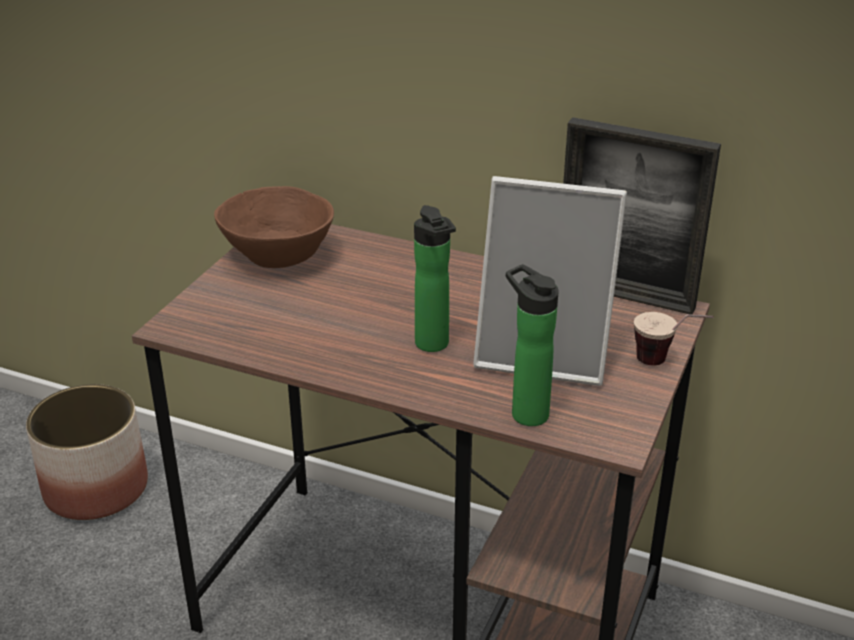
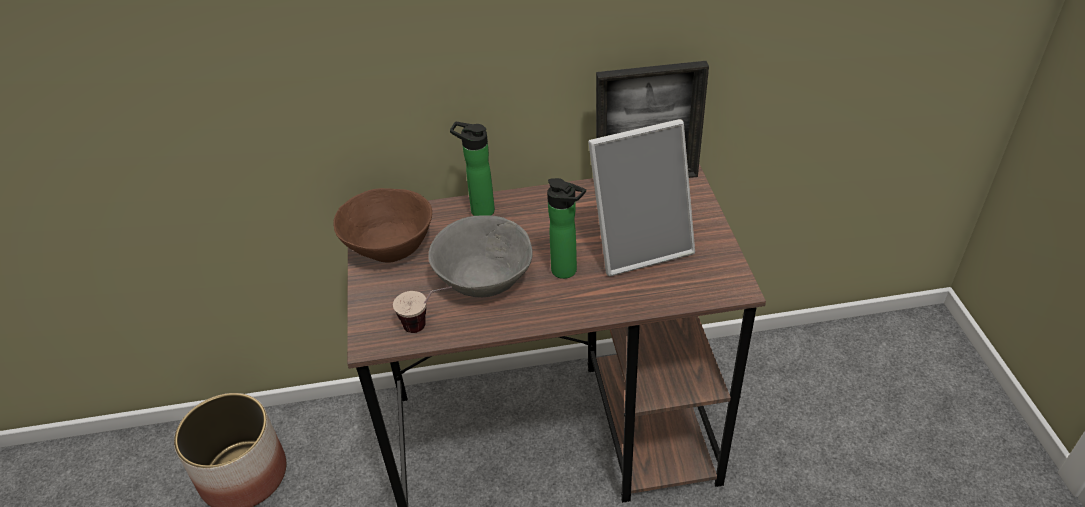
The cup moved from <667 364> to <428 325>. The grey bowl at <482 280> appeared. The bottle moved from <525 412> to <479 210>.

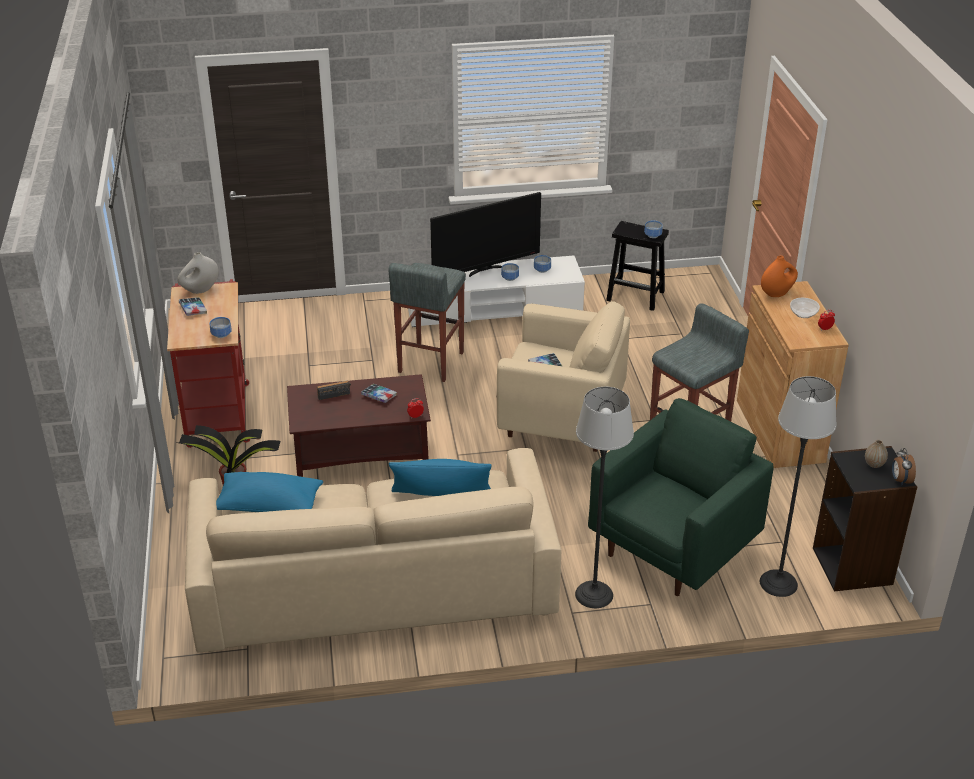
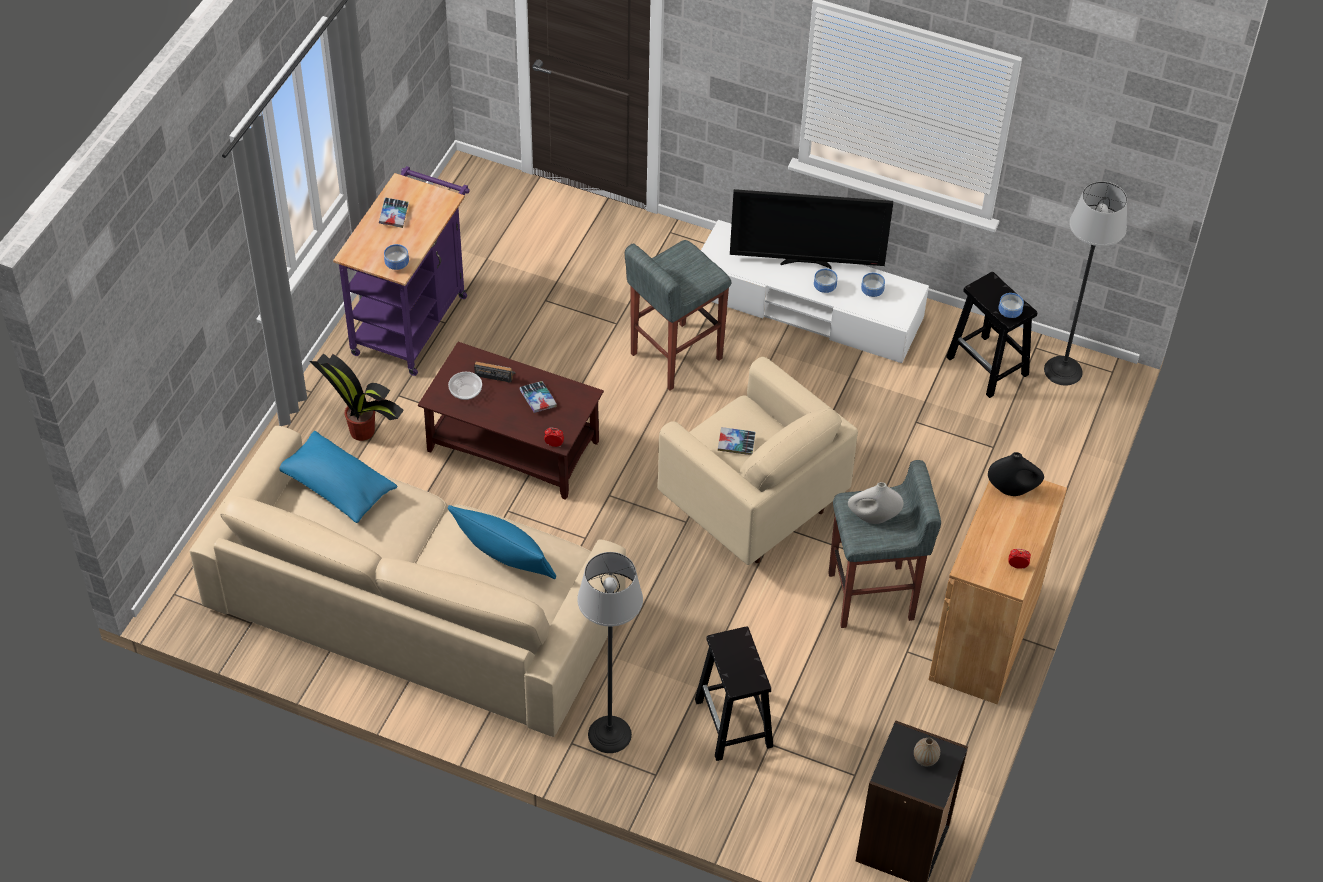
The red cart at <217 410> became the purple cart at <412 319>. The bowl moved from <803 314> to <465 392>. The green armchair at <674 549> was replaced by the black stool at <734 724>. The white vase moved from <200 290> to <873 518>. The orange vase at <777 293> became the black vase at <1012 489>. The floor lamp moved from <778 583> to <1063 370>. The alarm clock at <900 480> disappeared.

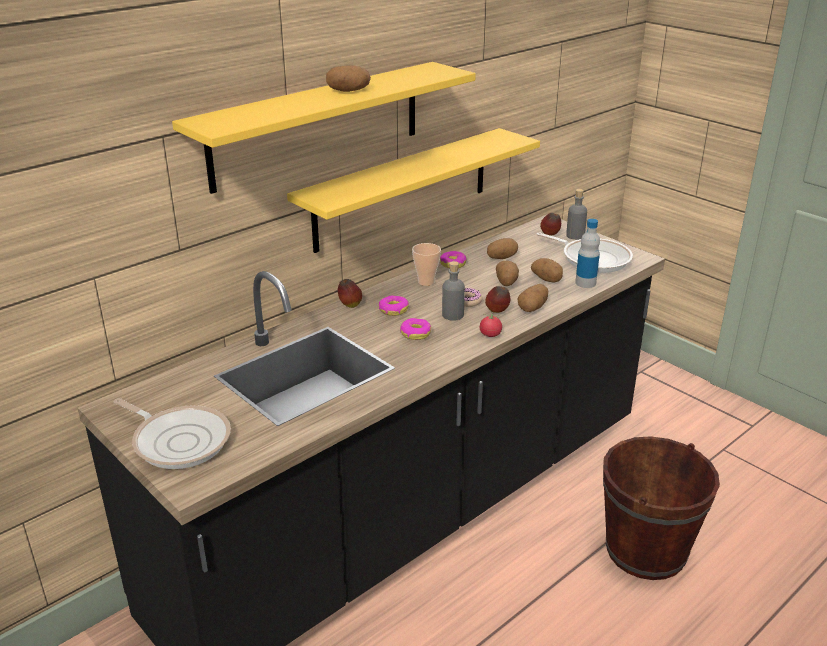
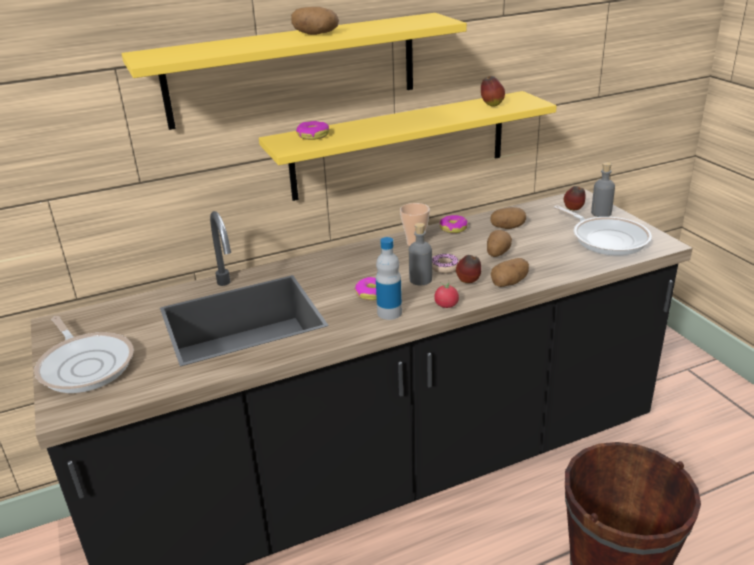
The donut moved from <393 310> to <313 135>. The bottle moved from <585 283> to <389 313>. The apple moved from <349 305> to <491 105>. The potato at <547 279> disappeared.

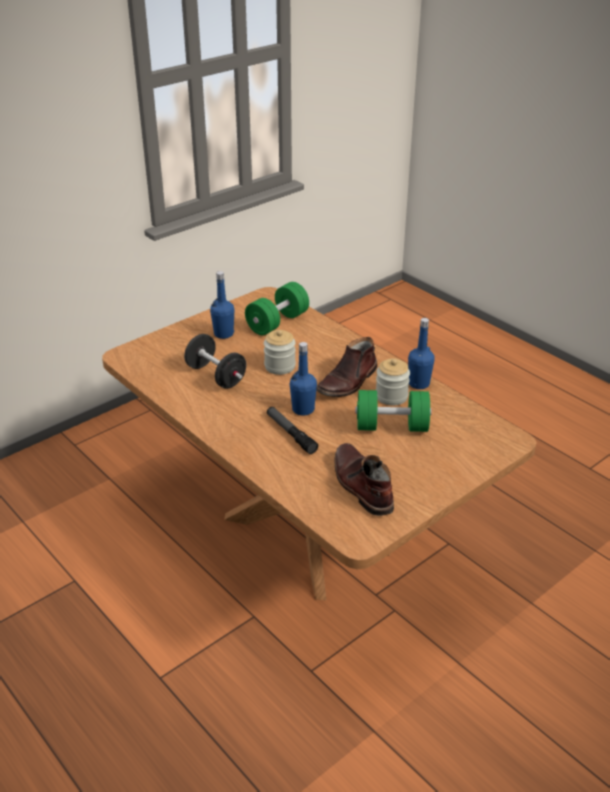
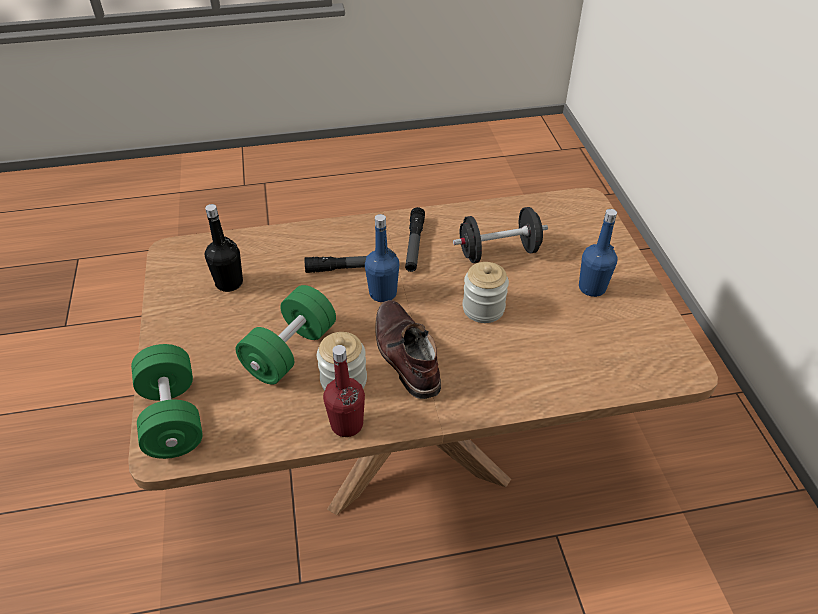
The green dumbbell moved from <277 322> to <172 417>. The brown boot at <361 485> was replaced by the black bottle at <229 283>. The blue bottle at <419 383> became the red bottle at <347 424>. The flashlight at <414 245> appeared.

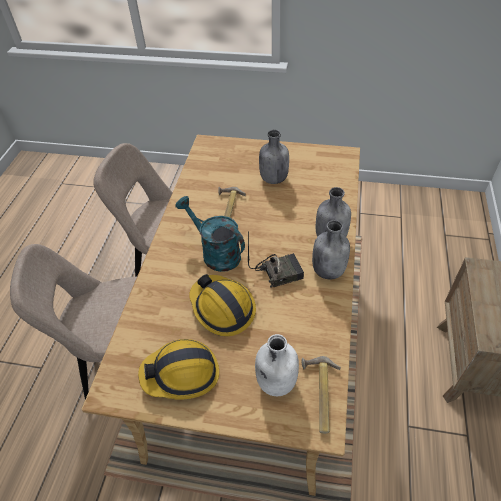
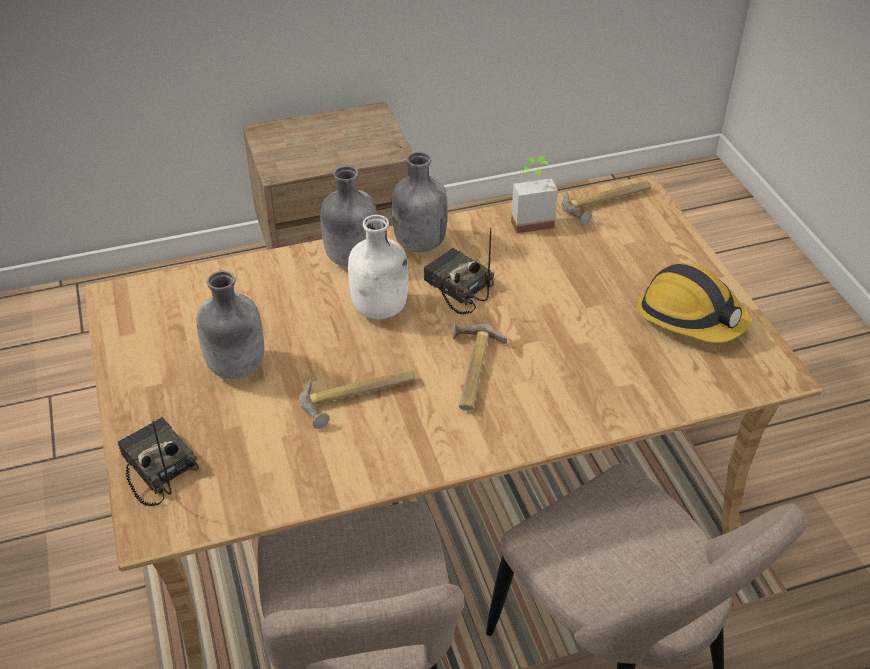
The radio at <156 468> appeared. The white bottle moved from <275 382> to <381 309>. The turquoise watering can at <216 253> was replaced by the hammer at <470 370>. The potted plant at <530 219> appeared. The hard hat at <222 308> disappeared.

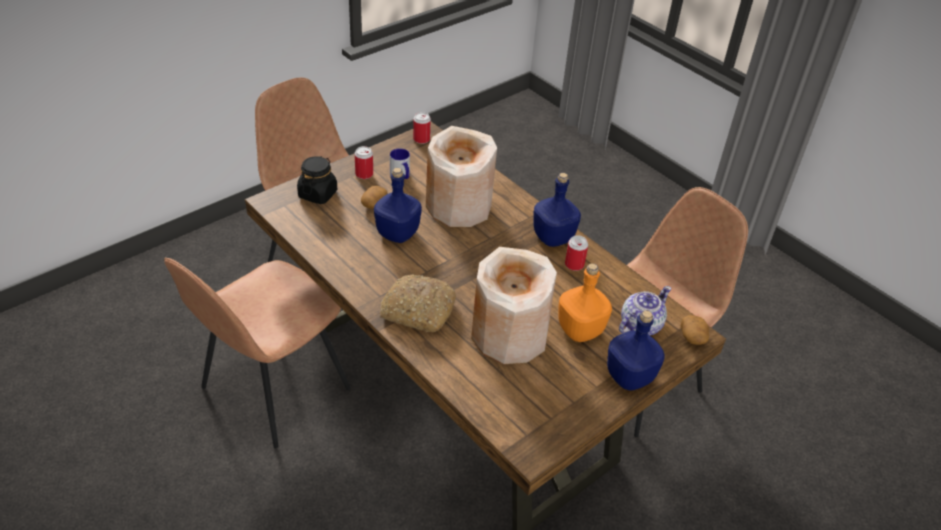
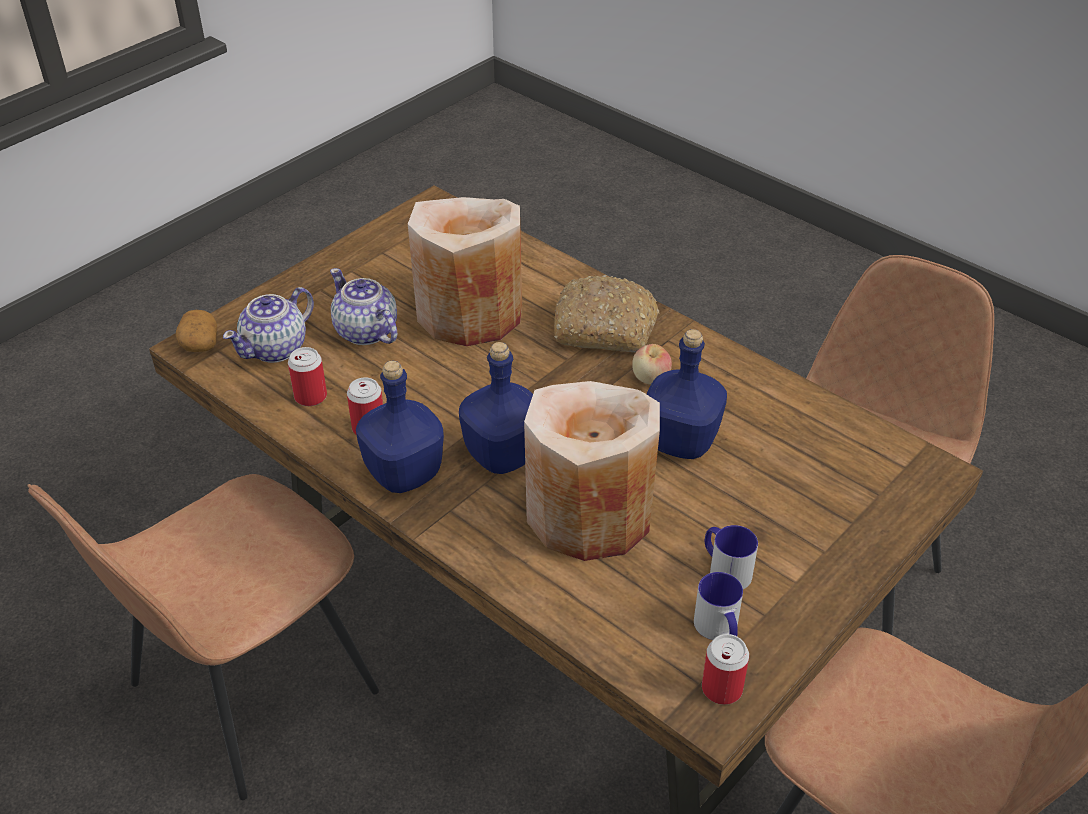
The can moved from <364 174> to <310 396>. The orange bottle at <581 329> was replaced by the teapot at <366 332>. The blue bottle moved from <628 377> to <504 454>. The apple at <650 378> appeared. The mug at <718 630> appeared. The black jar at <318 194> disappeared. The potato at <374 204> disappeared.

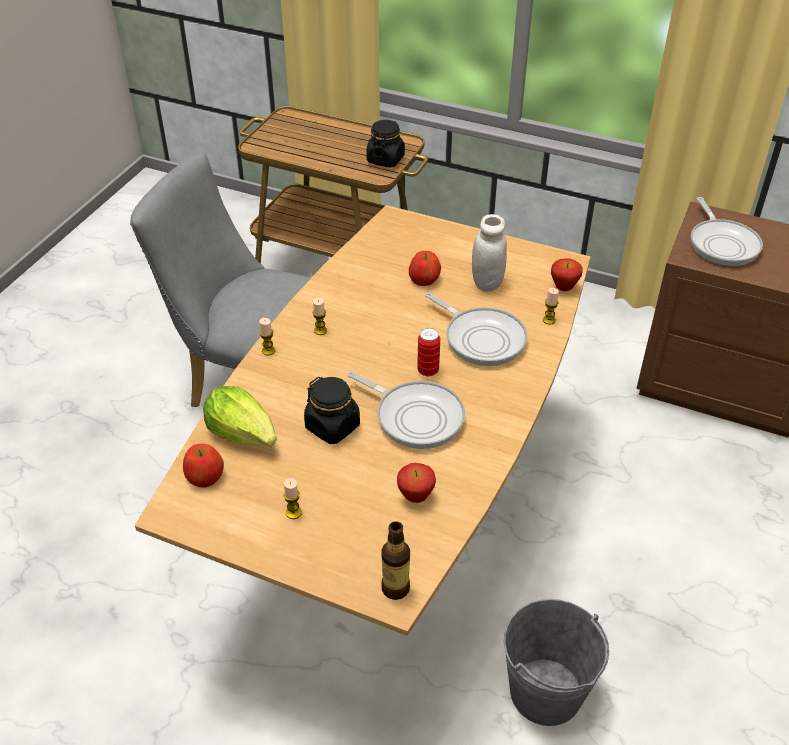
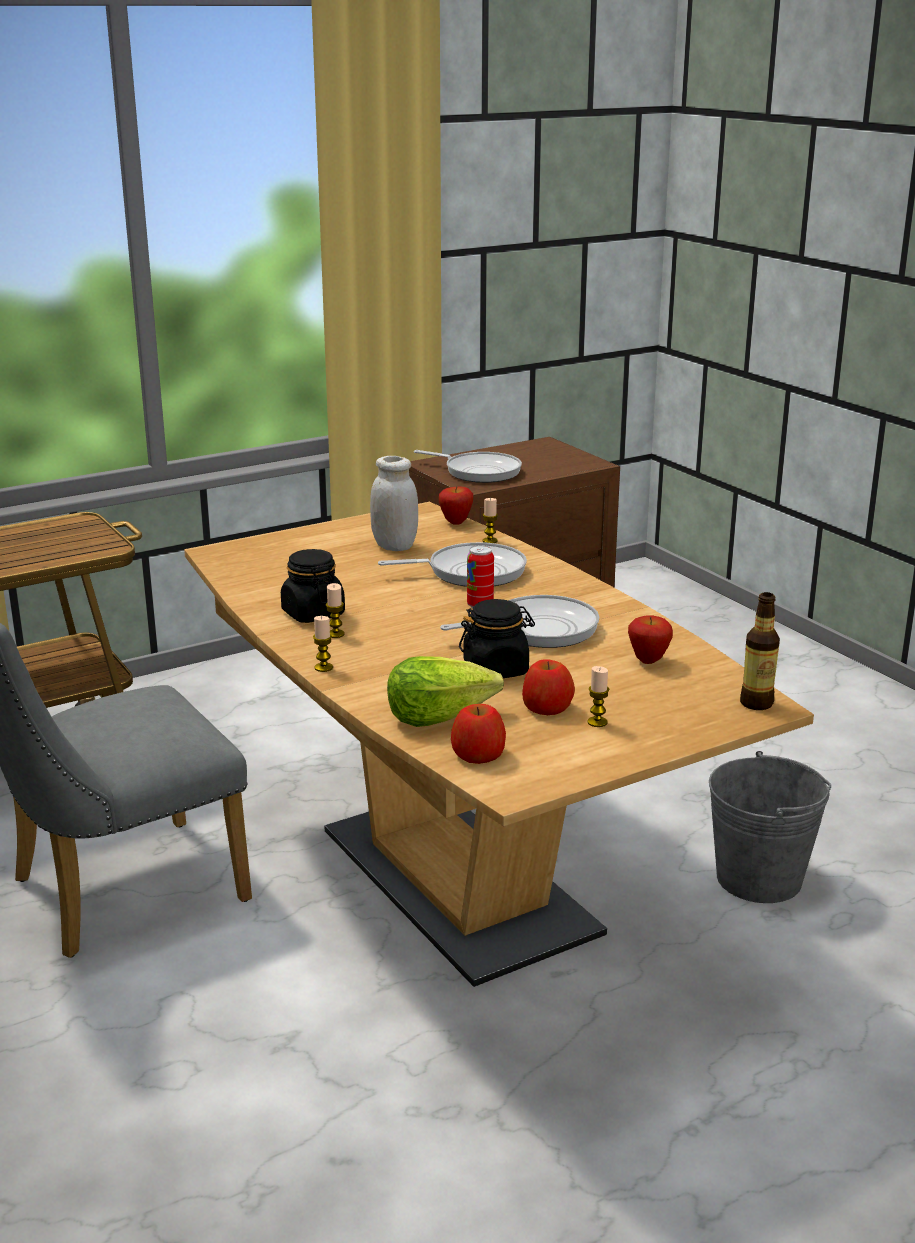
The black jar moved from <385 159> to <313 613>. The apple moved from <424 279> to <547 707>.

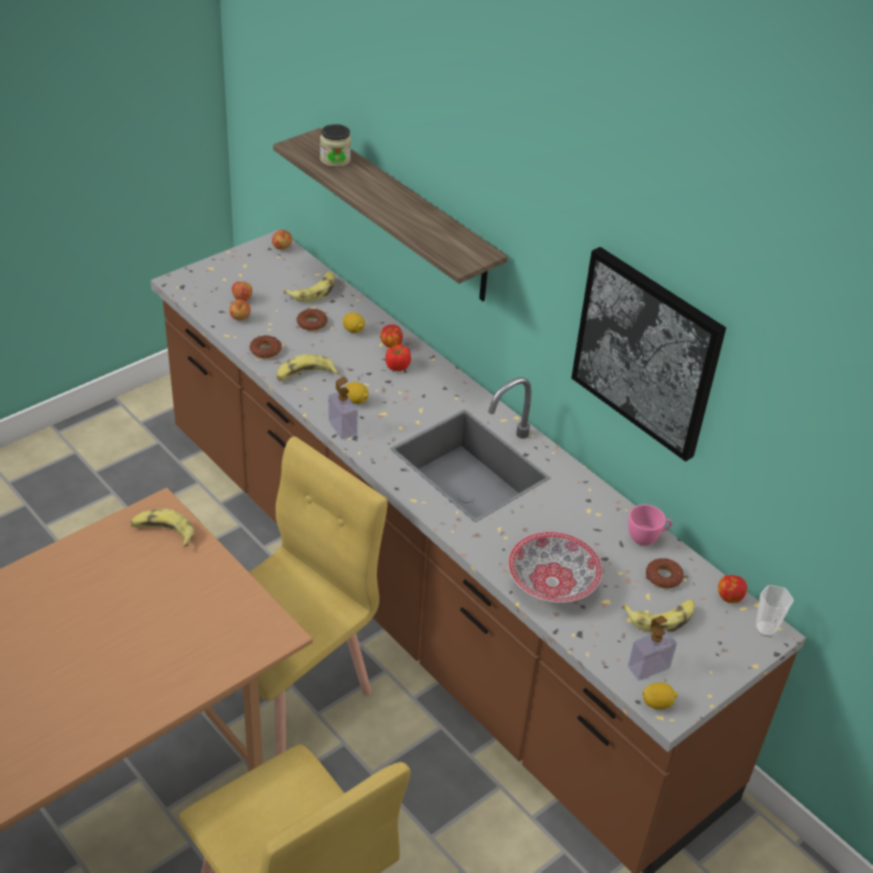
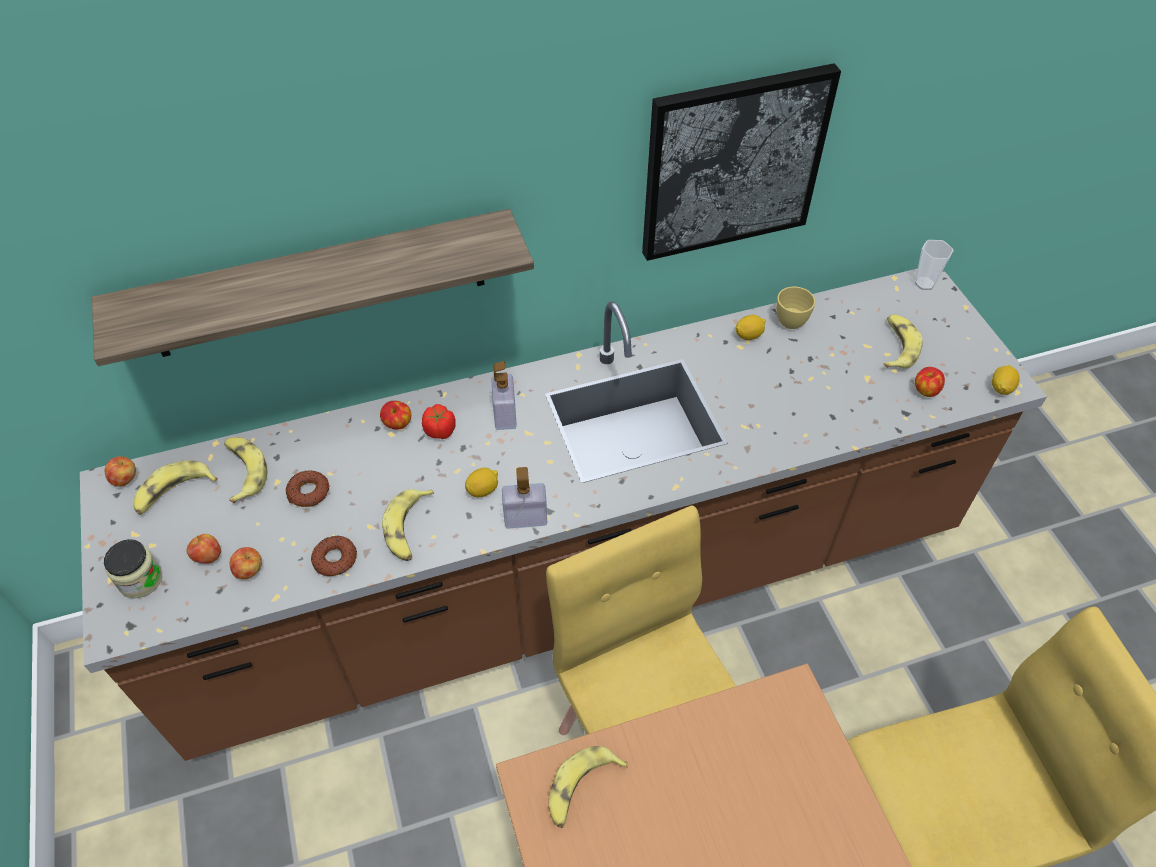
The jar moved from <335 159> to <140 580>. The banana at <174 493> appeared. The soap dispenser moved from <648 667> to <505 415>. The lemon moved from <353 330> to <748 335>. The pink cup at <647 538> became the yellow cup at <791 318>. The apple moved from <729 597> to <925 391>. The bowl at <551 583> disappeared. The donut at <663 577> disappeared.

